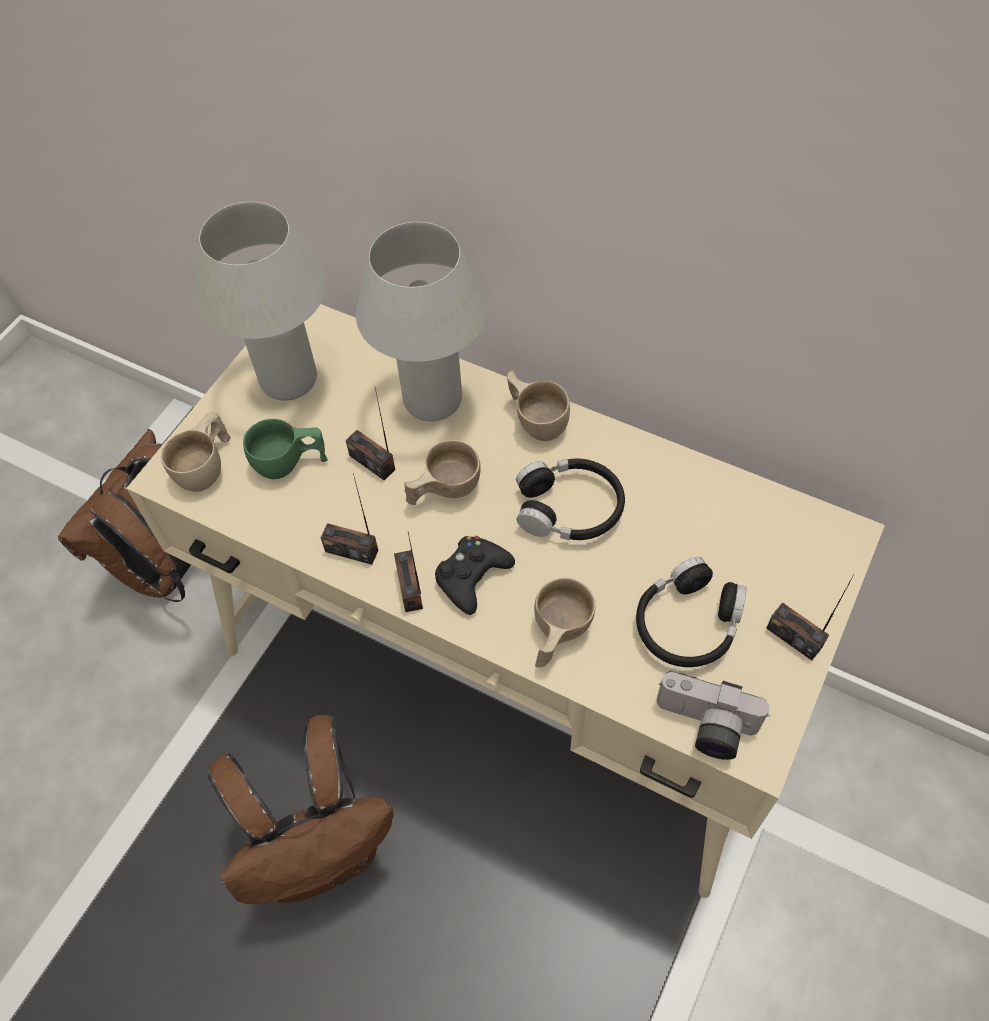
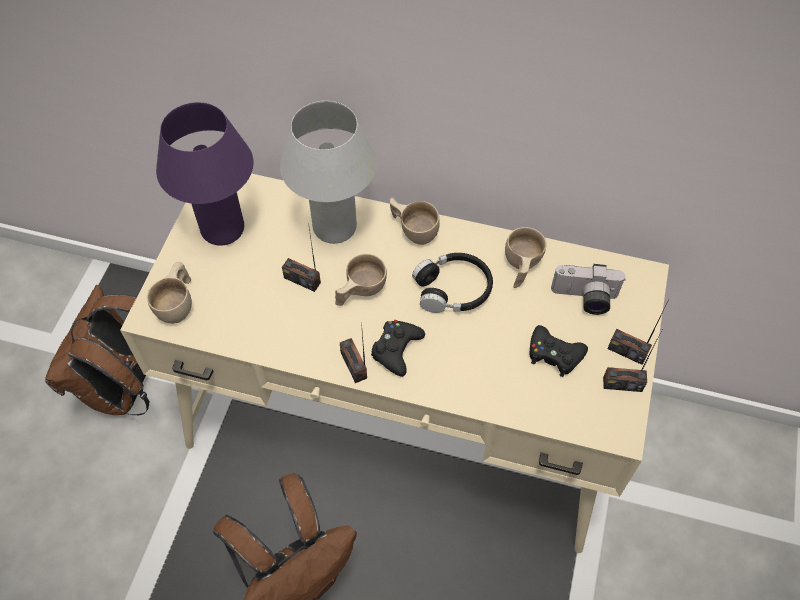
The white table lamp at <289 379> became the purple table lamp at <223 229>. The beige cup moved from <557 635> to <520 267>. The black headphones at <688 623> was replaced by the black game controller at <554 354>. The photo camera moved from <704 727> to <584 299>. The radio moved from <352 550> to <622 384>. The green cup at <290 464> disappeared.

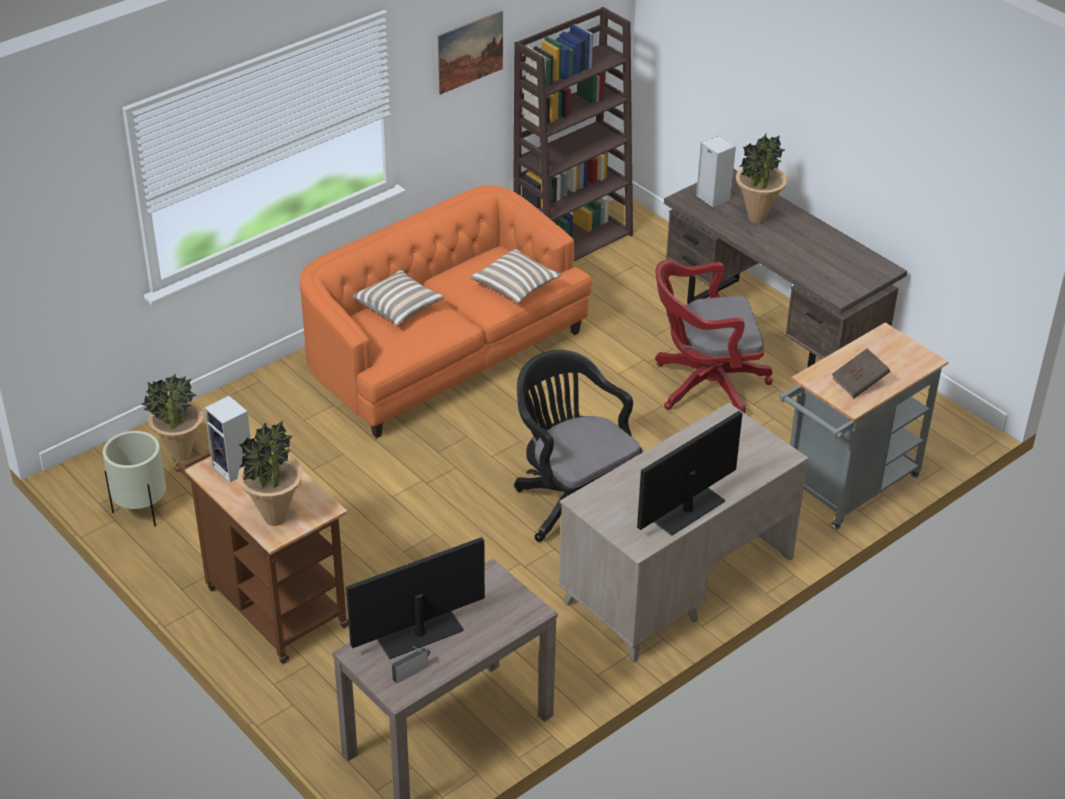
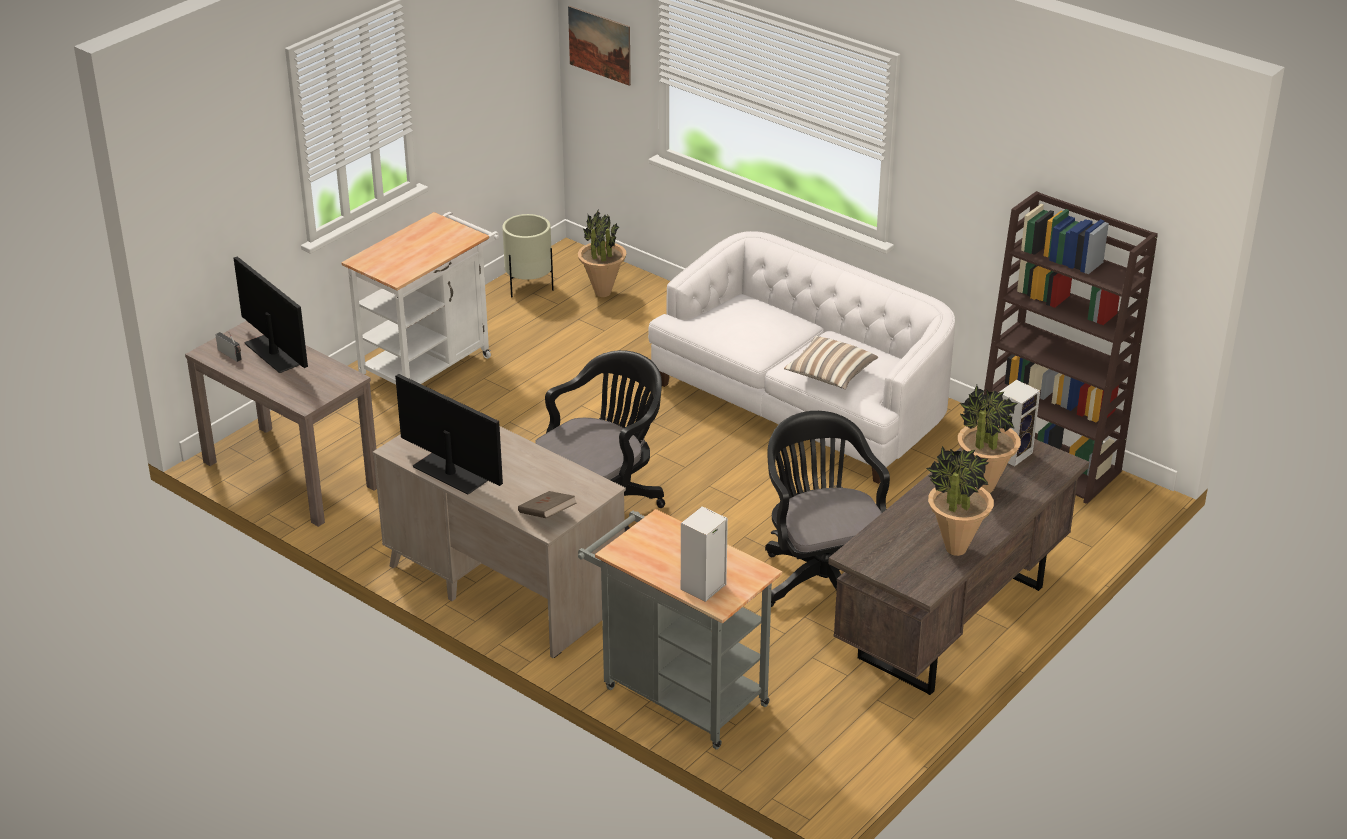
The brown cart at <271 603> became the white cart at <431 365>. The brown book moved from <859 383> to <547 515>. The picture moved from <470 52> to <599 45>. The orange sofa at <443 354> became the white sofa at <803 405>. The speaker moved from <234 468> to <703 588>. The red office chair at <703 386> became the black office chair at <822 578>. The potted plant moved from <275 519> to <955 549>. The pillow at <399 308> disappeared.

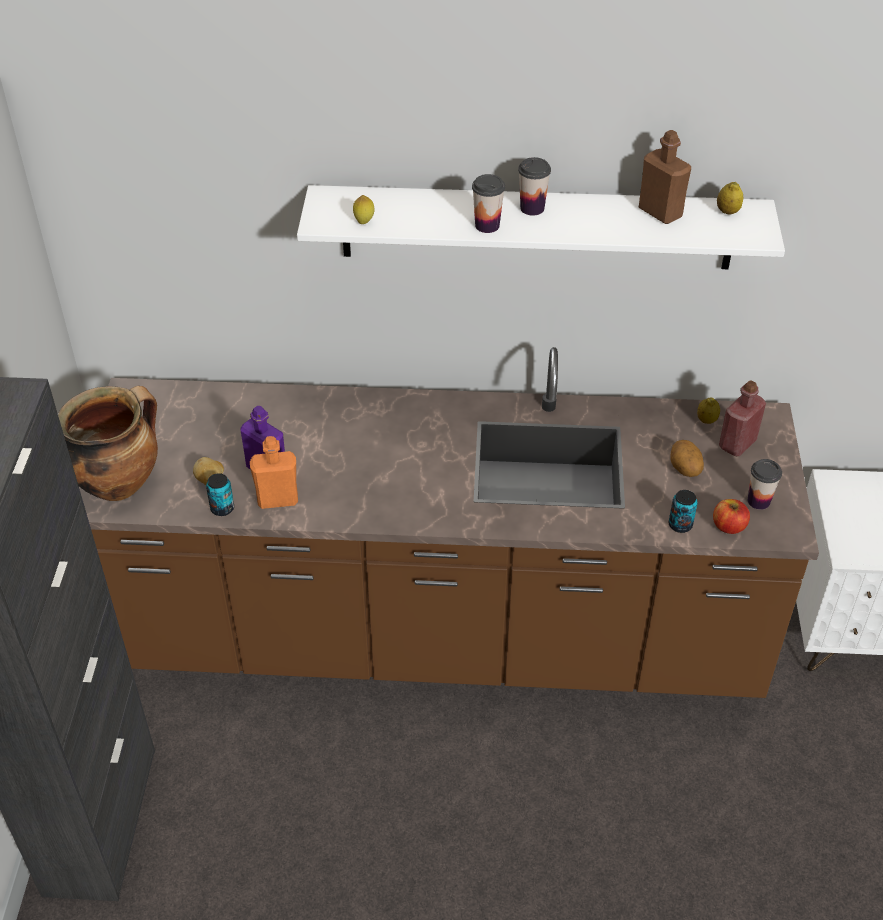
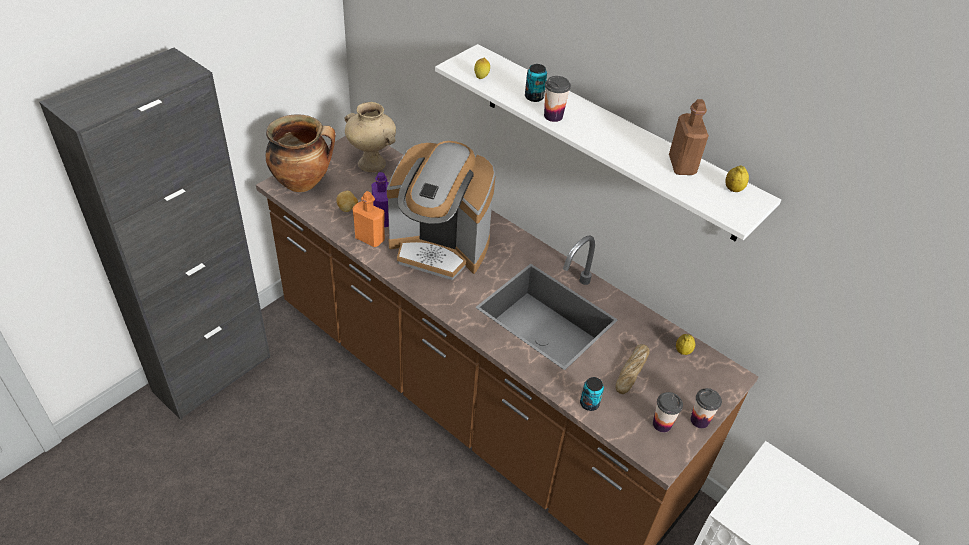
The beige vase at <372 163> appeared. The coffee machine at <440 247> appeared. The can moved from <222 508> to <534 97>. The potato at <684 470> was replaced by the bread at <631 372>. The cup moved from <532 208> to <699 420>. The apple at <728 526> disappeared. The red bottle at <737 444> disappeared.

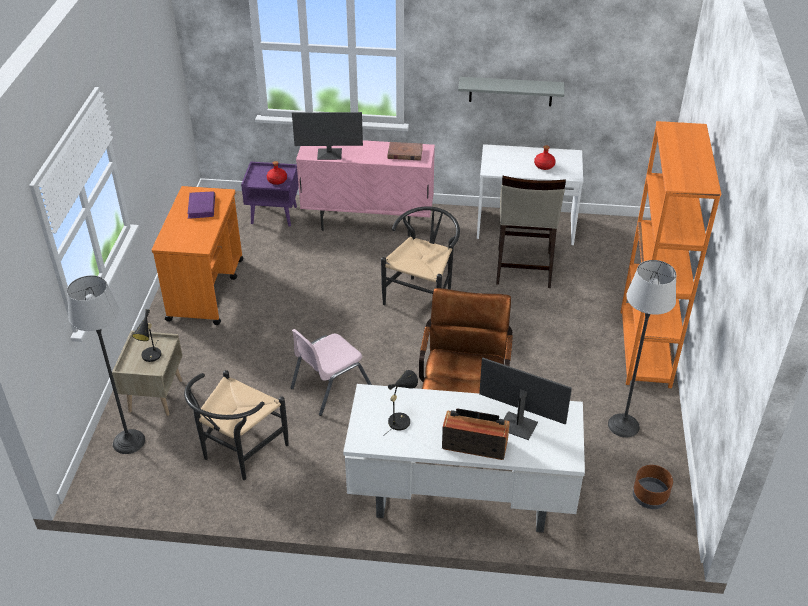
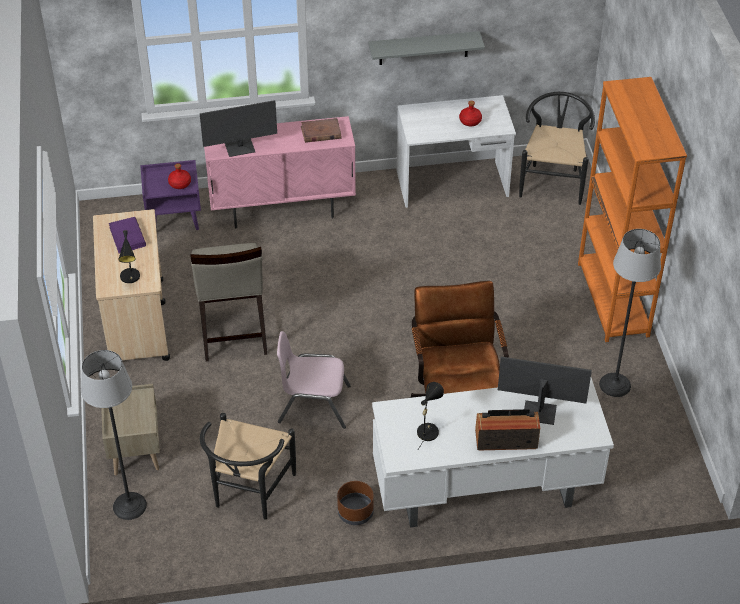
The orange cart at <206 289> became the beige cart at <137 321>. The black table lamp moved from <151 357> to <131 278>. The beige stool moved from <523 268> to <233 334>. The pink chair at <330 387> turned 60 degrees clockwise. The brown planter moved from <649 497> to <355 513>. The black chair moved from <423 295> to <552 180>.

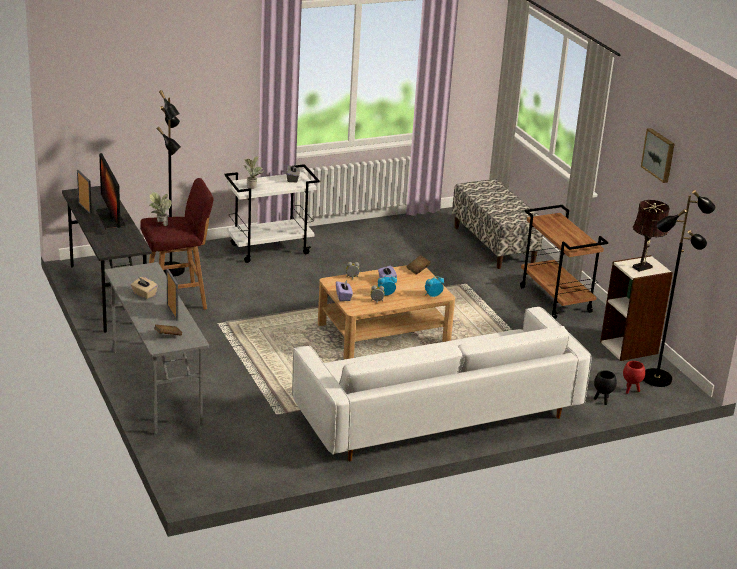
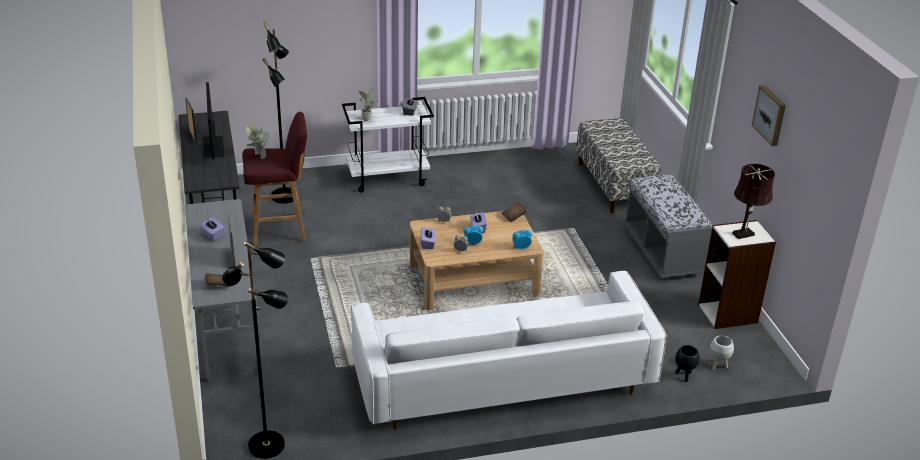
The beige tissue box at <144 294> became the purple tissue box at <212 235>. The black floor lamp moved from <656 378> to <267 445>. The brown cart at <556 300> was replaced by the grey bench at <663 252>. The red planter at <631 390> became the white planter at <718 366>.

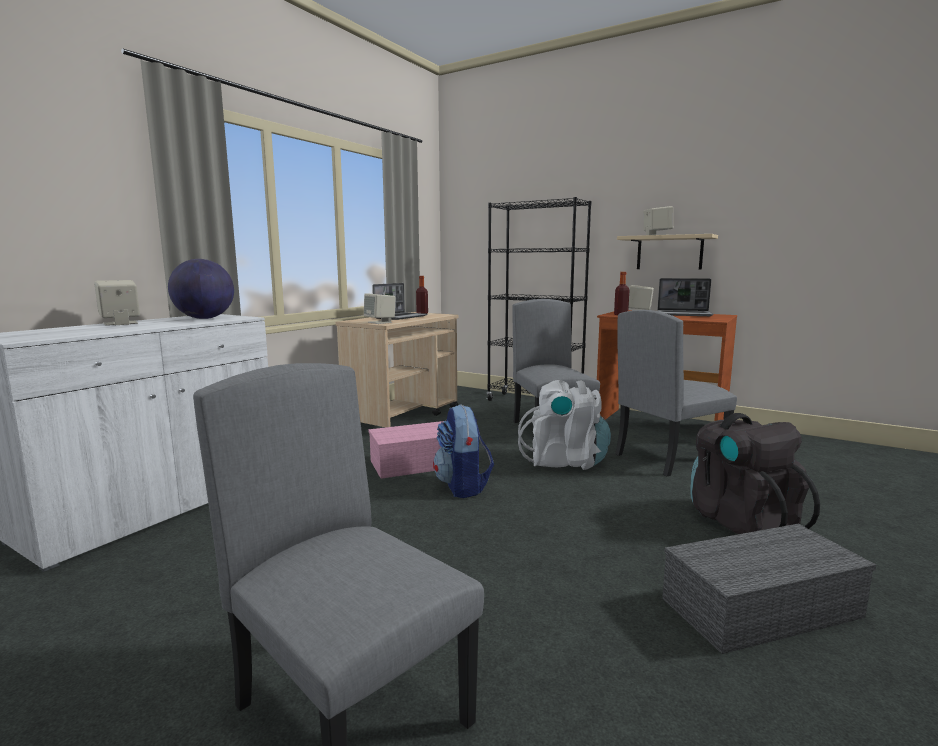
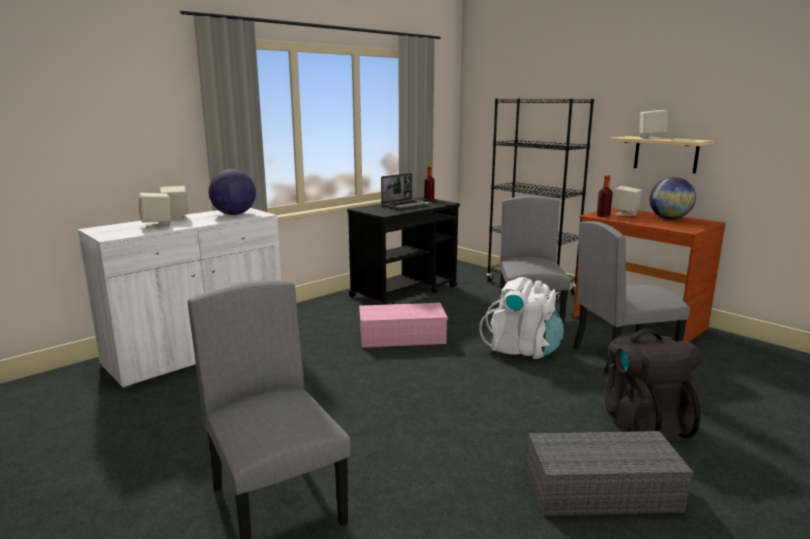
The beige speaker moved from <380 322> to <157 226>. The beige cart at <403 416> became the black cart at <405 291>. The laptop at <684 314> was replaced by the globe at <669 219>. The backpack at <463 486> disappeared.

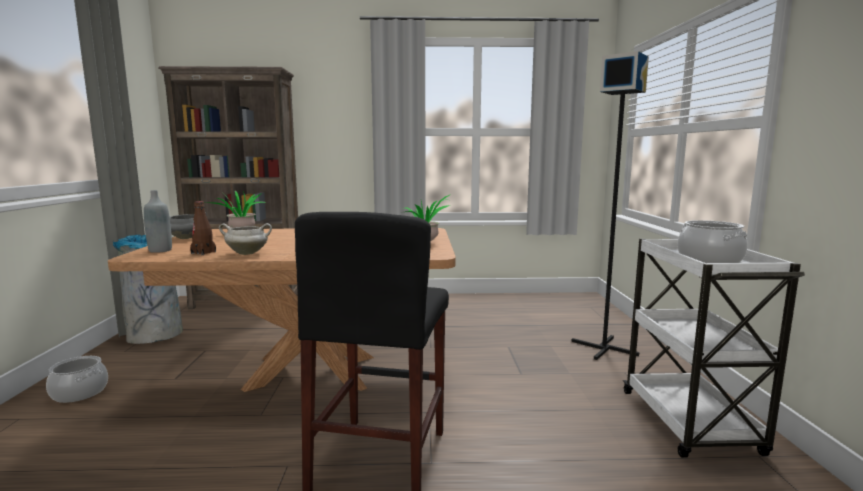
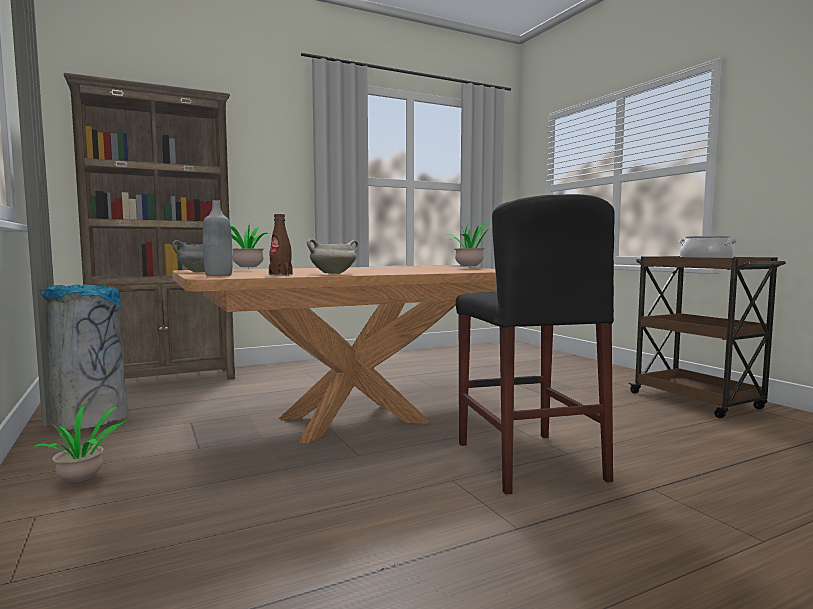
The cooking pot at <79 393> was replaced by the potted plant at <83 480>. The white cart at <690 423> became the brown cart at <697 401>. The black floor lamp at <603 347> disappeared.

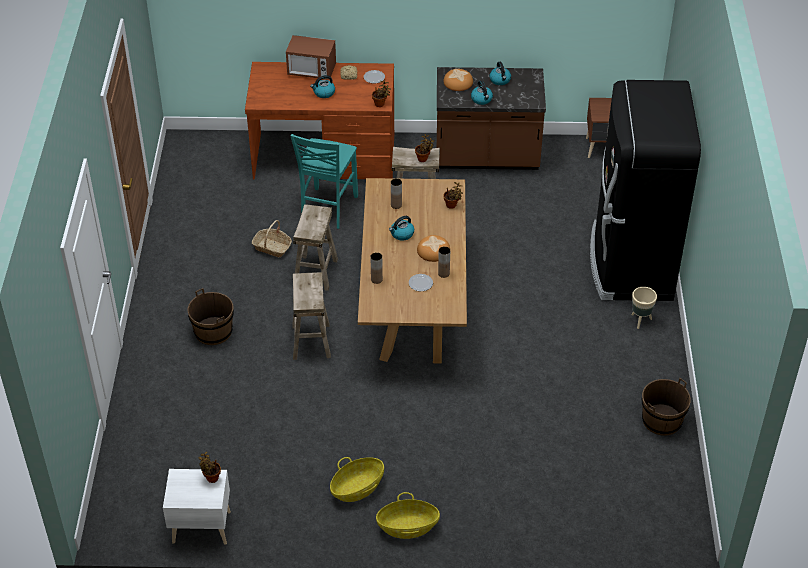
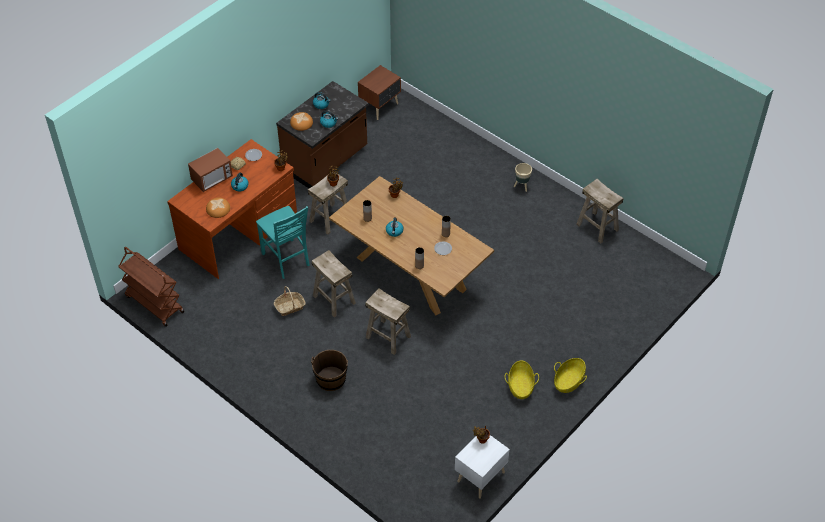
The brown cart at <154 304> appeared. The bread moved from <433 250> to <218 209>. The brown bucket at <662 420> was replaced by the beige stool at <597 227>. The black fridge at <630 263> disappeared.

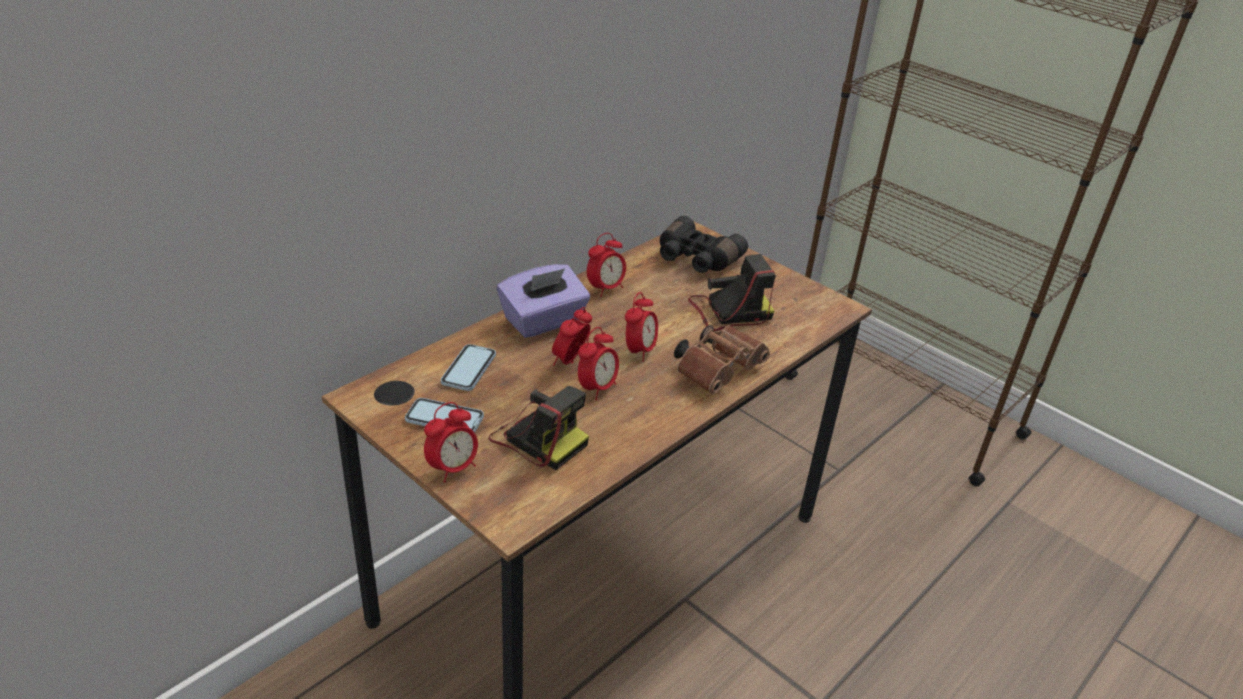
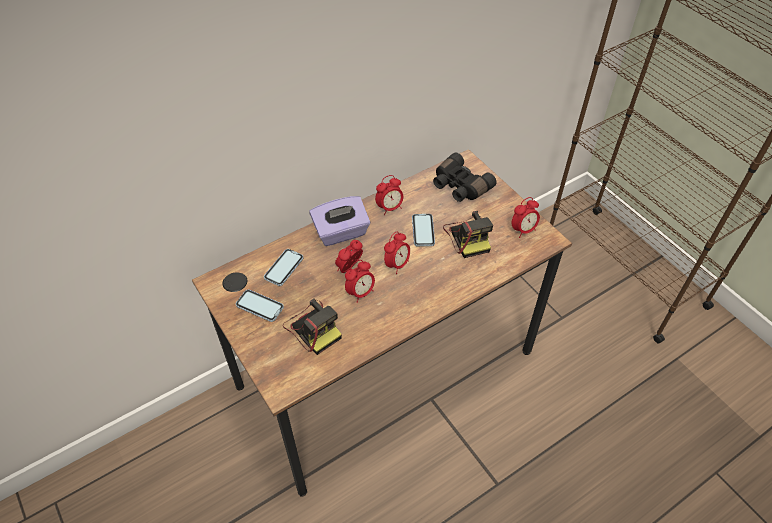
The phone at <423 231> appeared. The photo camera at <729 312> turned 75 degrees clockwise. The alarm clock moved from <453 468> to <523 230>. The brown binoculars at <719 370> disappeared.

